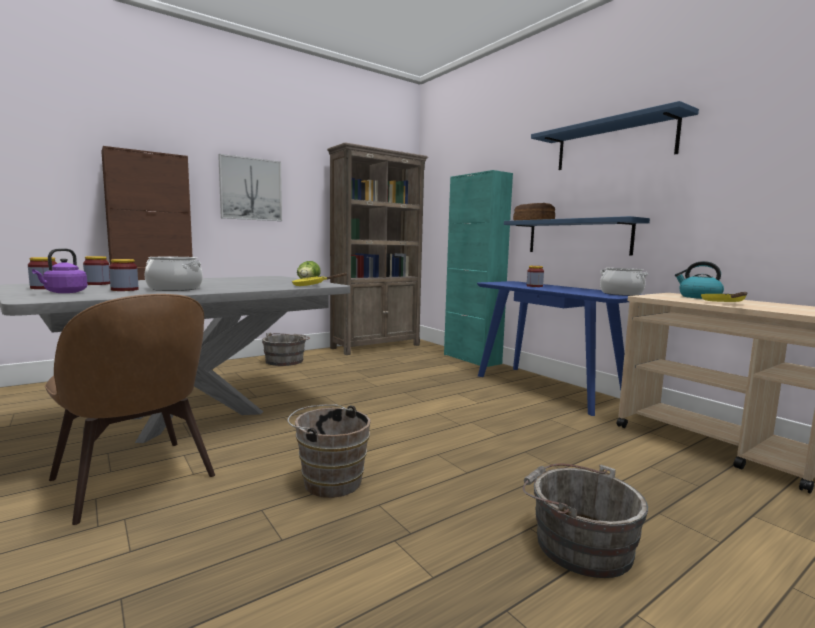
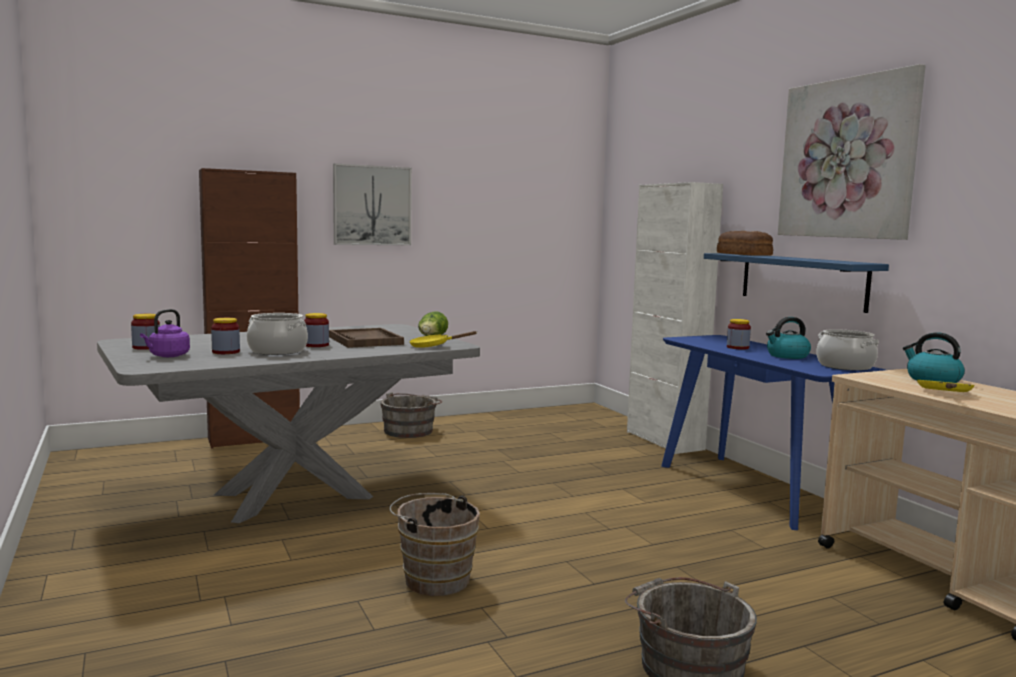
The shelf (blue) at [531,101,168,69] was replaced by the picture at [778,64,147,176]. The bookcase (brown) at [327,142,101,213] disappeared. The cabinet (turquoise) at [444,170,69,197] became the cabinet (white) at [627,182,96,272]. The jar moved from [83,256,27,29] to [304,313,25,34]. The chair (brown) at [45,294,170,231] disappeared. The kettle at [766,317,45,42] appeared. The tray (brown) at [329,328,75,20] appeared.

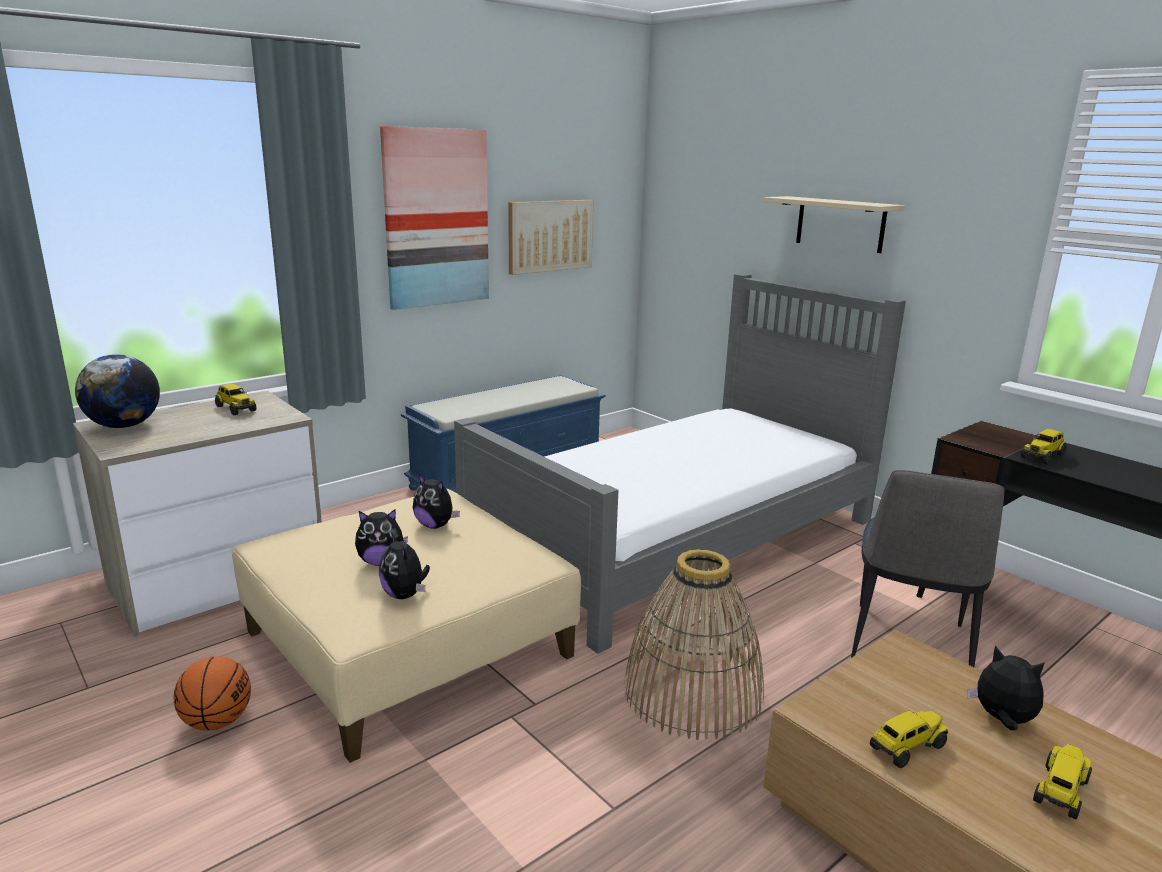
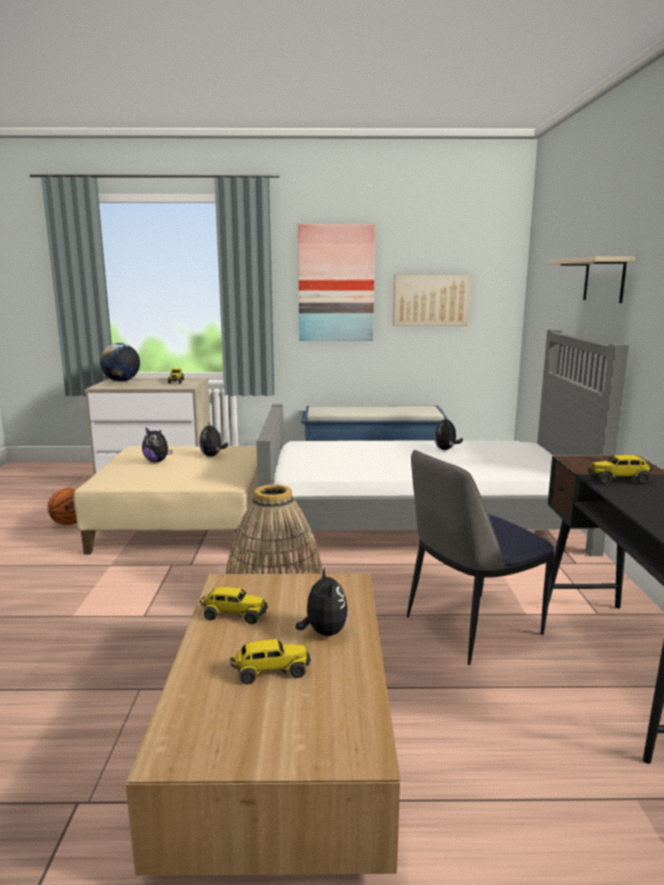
The plush toy moved from [379,532,51,67] to [434,416,29,34].

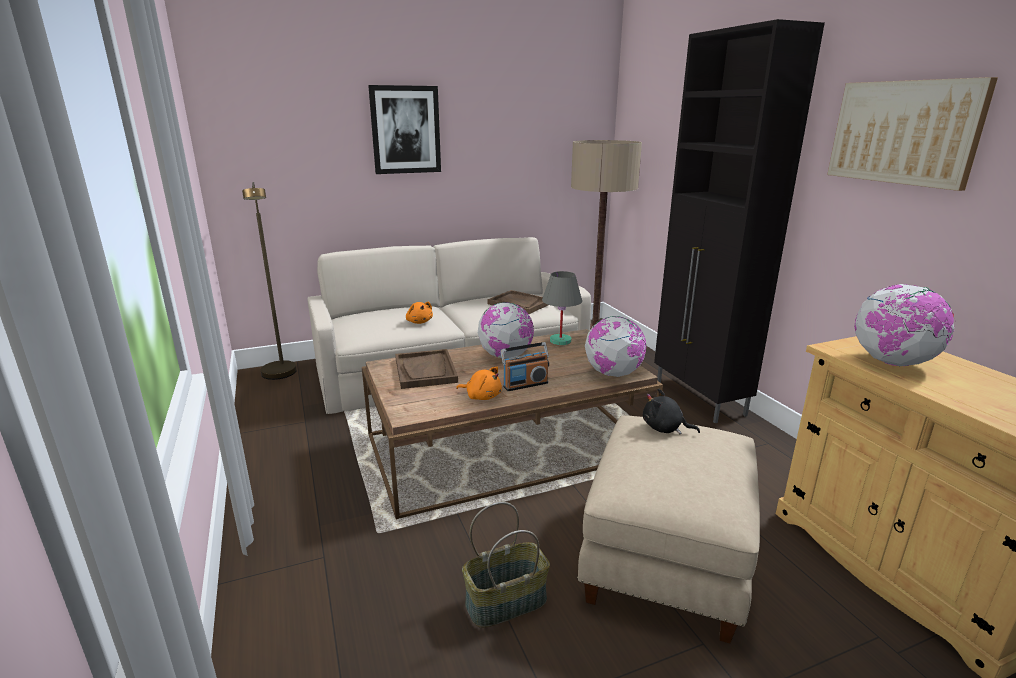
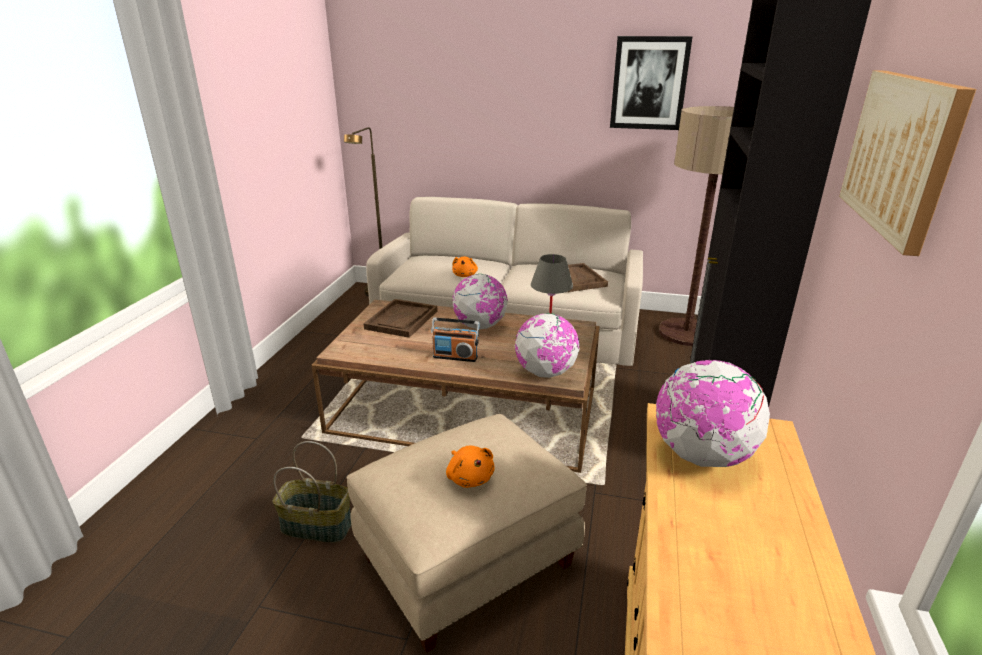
The picture moved from [368,85,73,89] to [610,36,82,94]. The plush toy (orange) moved from [456,367,46,33] to [446,446,49,42]. The plush toy (black) at [643,389,57,45] disappeared.

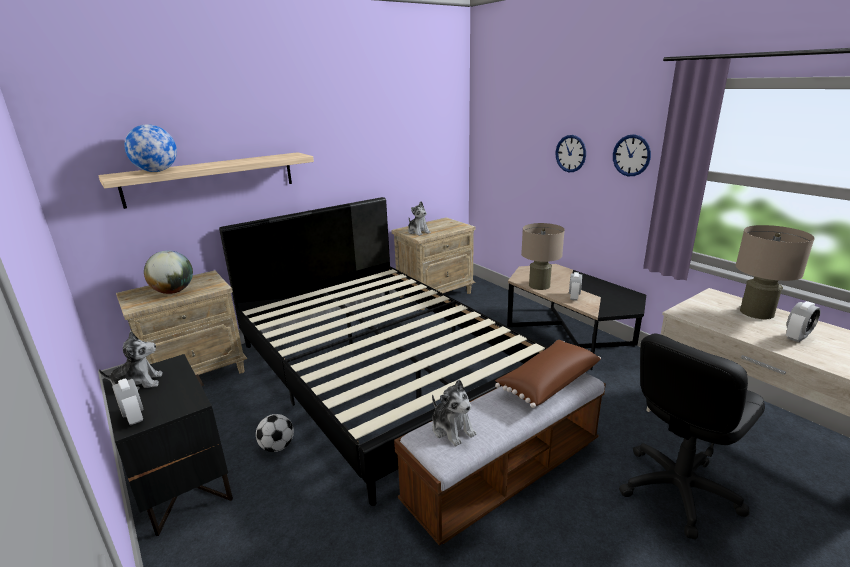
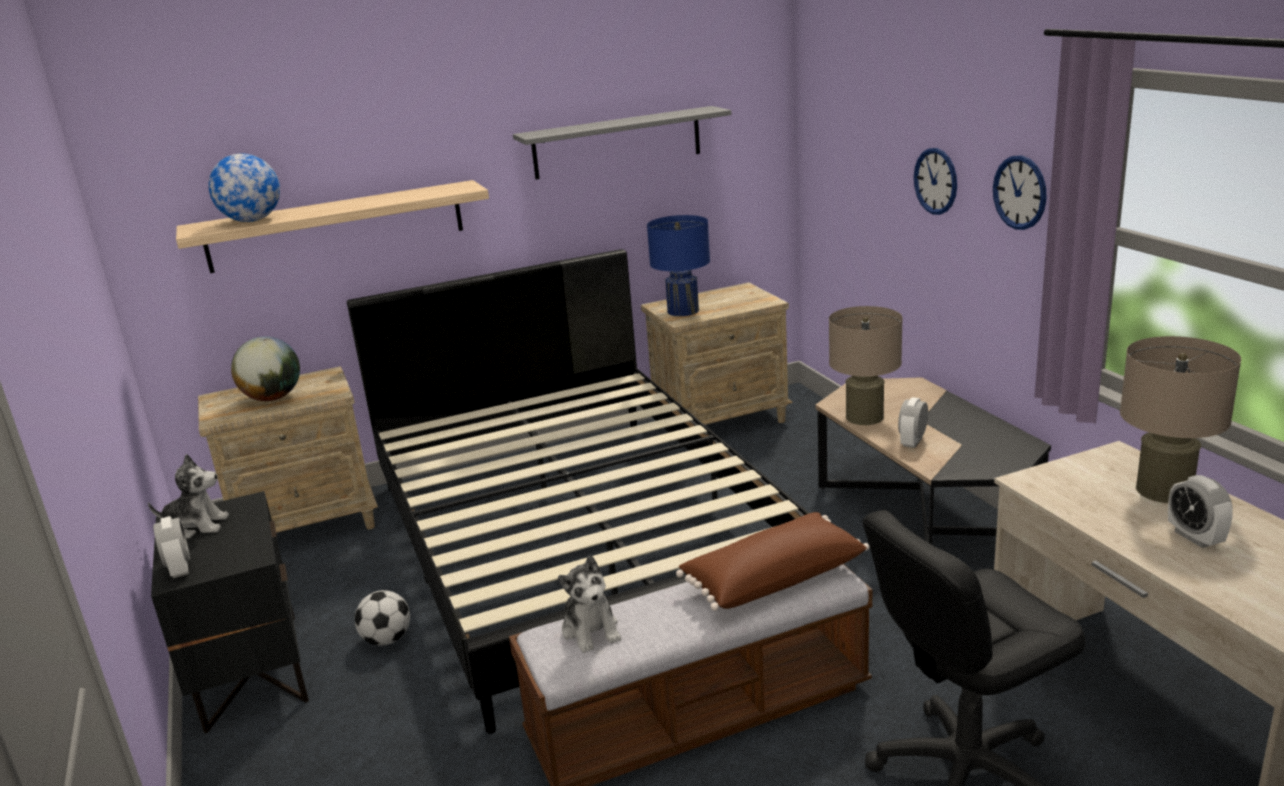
The plush toy at [408,201,23,35] was replaced by the table lamp (blue) at [647,215,63,101]. The alarm clock at [786,301,35,41] turned 90 degrees clockwise. The shelf (grey) at [513,106,219,74] appeared.

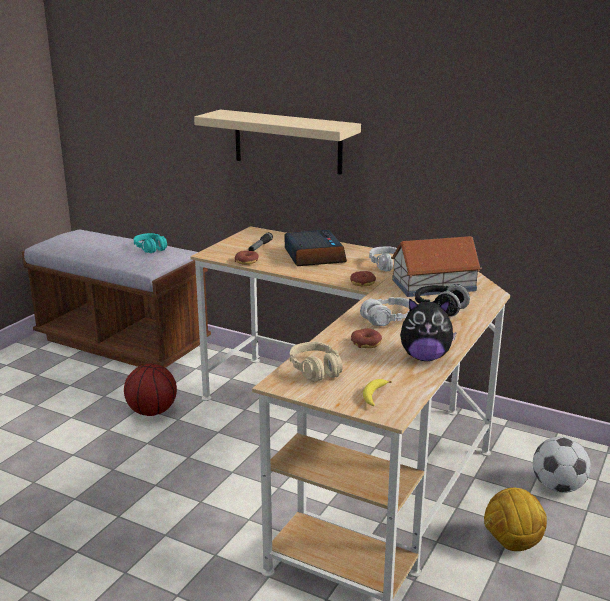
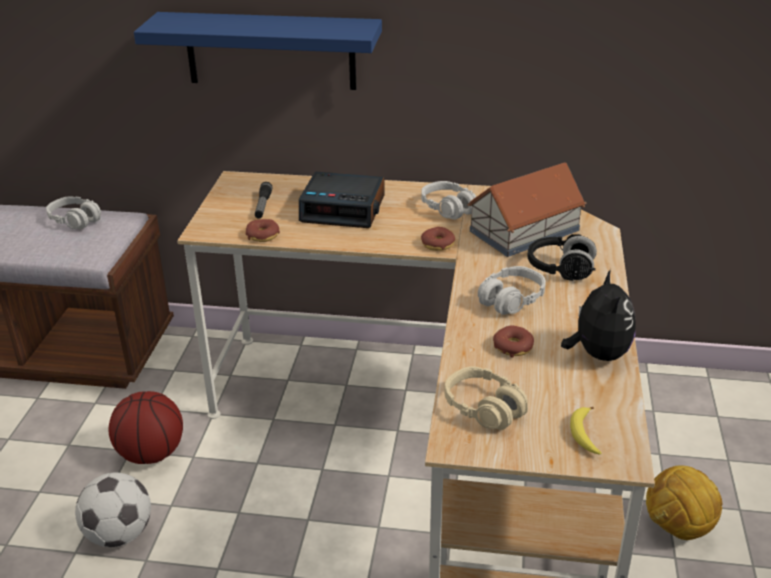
The shelf (beige) at [194,109,167,66] became the shelf (blue) at [134,12,248,78]. The alarm clock at [285,230,62,36] turned 135 degrees clockwise. The headphones (turquoise) at [134,233,33,20] became the headphones (grey) at [46,196,55,33]. The plush toy at [400,298,57,63] turned 75 degrees counterclockwise. The football moved from [533,437,58,56] to [75,472,76,75].

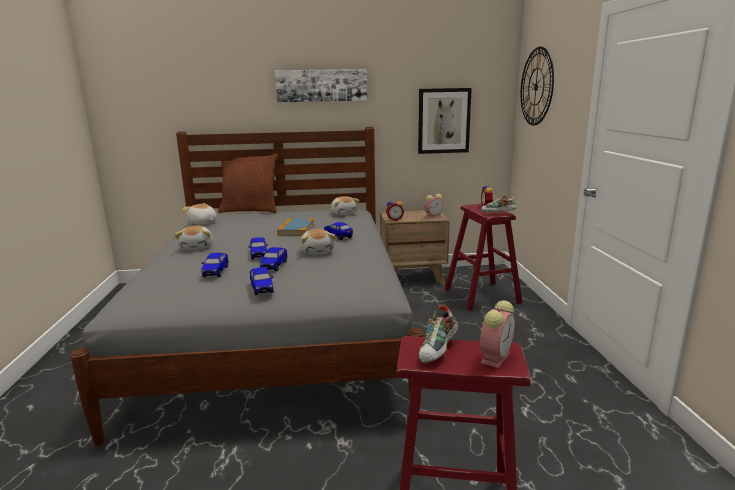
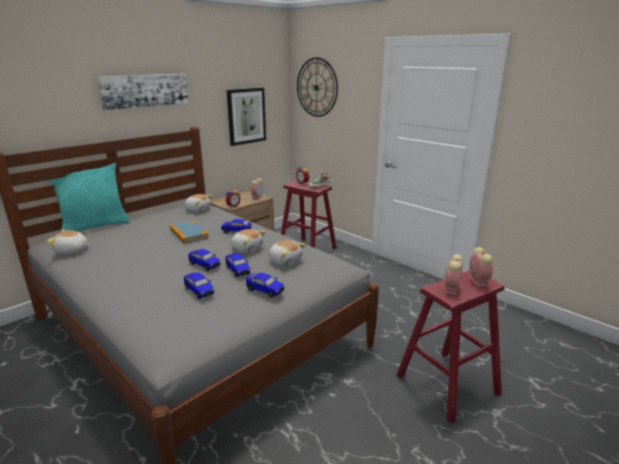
The pillow (brown) at [218,154,60,59] became the pillow (turquoise) at [49,163,81,69]. The plush toy moved from [175,225,38,25] to [269,240,37,26]. The shoe at [419,305,39,58] was replaced by the alarm clock at [444,254,19,41].

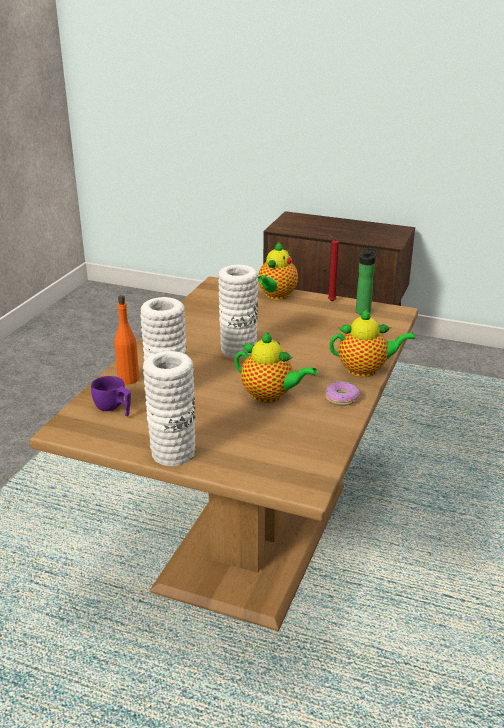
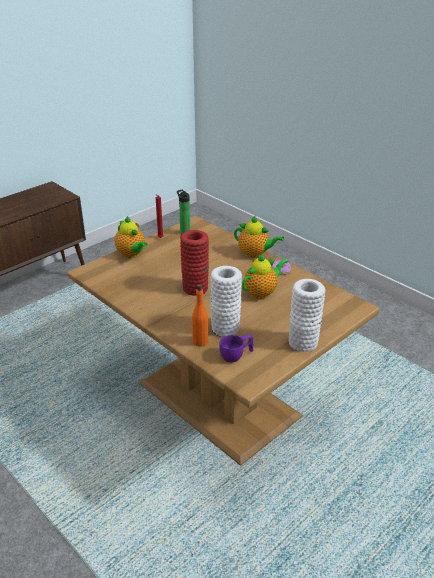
The vase (white) at [218,265,40,93] became the vase (red) at [180,230,29,66]. The teapot at [329,309,86,68] turned 90 degrees clockwise.

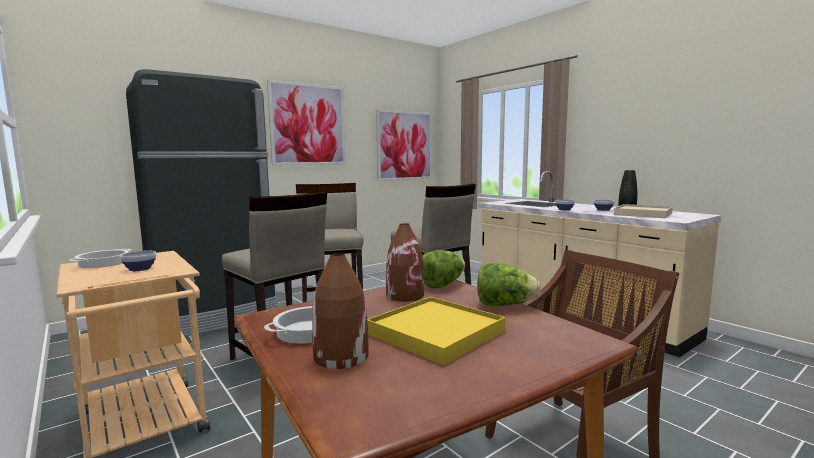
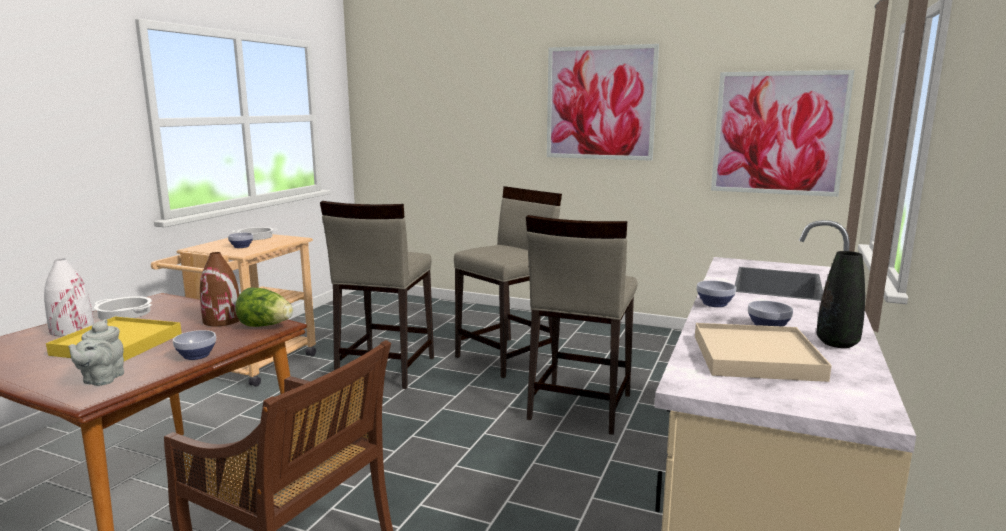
The fridge (black) at [126,69,152,268] disappeared. The vase (brown) at [312,253,57,116] became the vase (white) at [44,259,50,77]. The lettuce at [477,263,64,43] was replaced by the bowl at [173,330,43,30]. The teapot (grey) at [68,319,56,67] appeared.

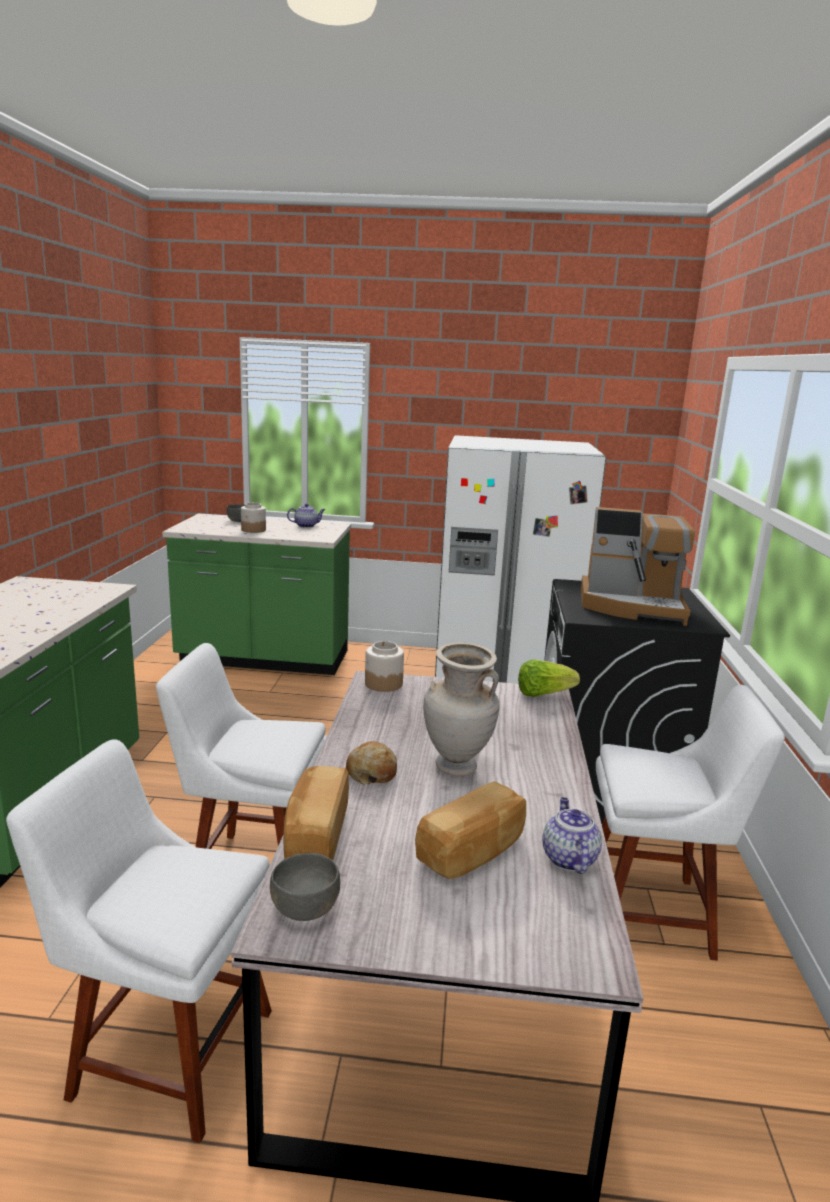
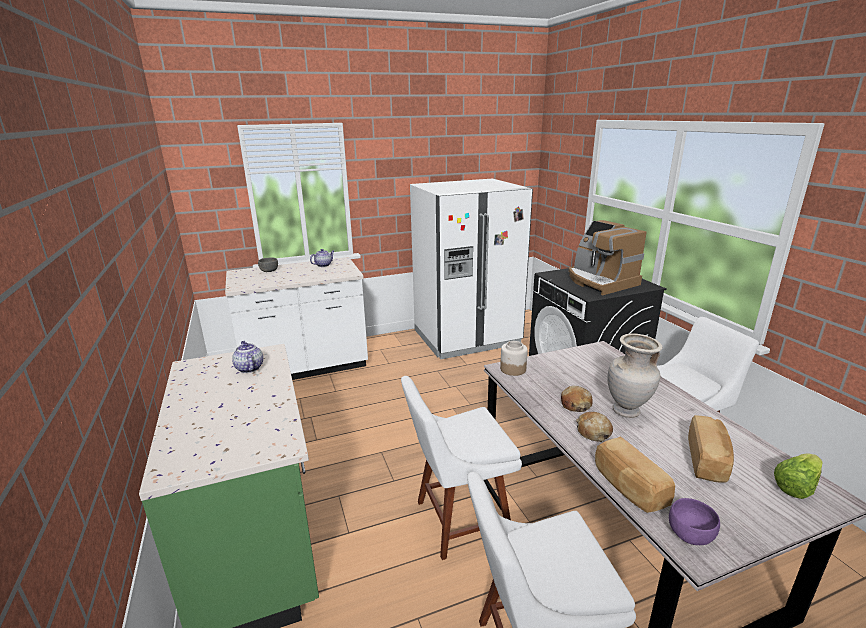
The jar at [241,503,25,30] disappeared. The coffee machine at [580,507,115,119] turned 75 degrees clockwise. The counter (green) at [162,513,189,162] became the counter (white) at [225,257,143,123]. The lettuce moved from [518,659,62,38] to [774,453,48,46]. The teapot moved from [542,797,60,77] to [232,341,31,32]. The bowl (grey) at [270,853,70,68] became the bowl (purple) at [669,498,51,47]. The bread at [561,386,32,26] appeared.

